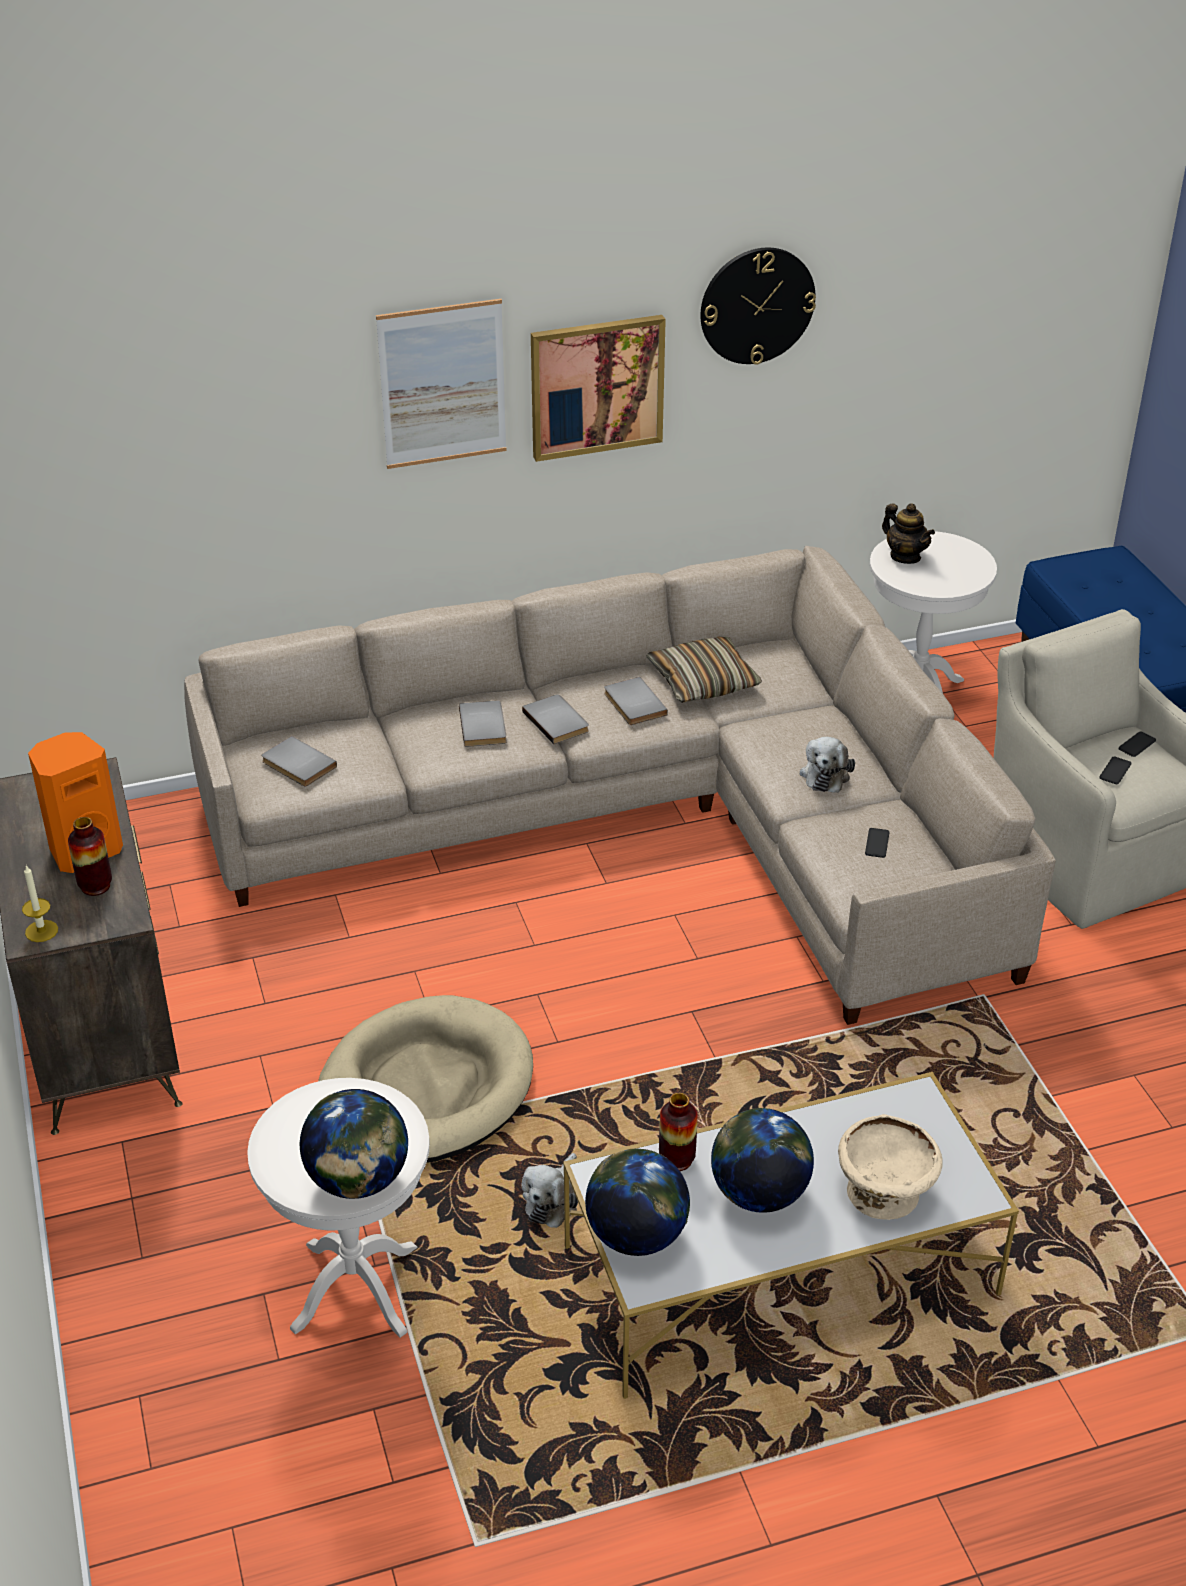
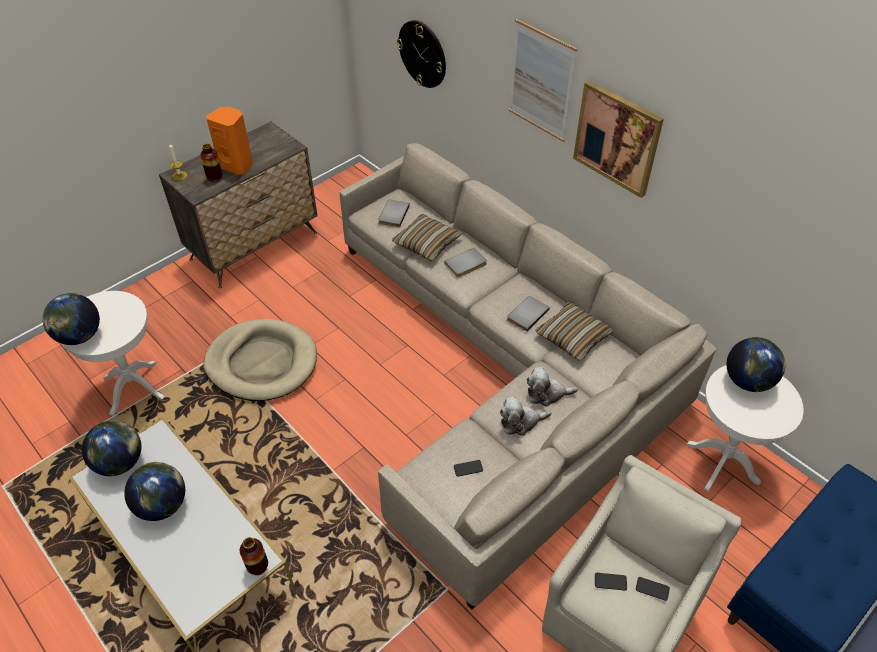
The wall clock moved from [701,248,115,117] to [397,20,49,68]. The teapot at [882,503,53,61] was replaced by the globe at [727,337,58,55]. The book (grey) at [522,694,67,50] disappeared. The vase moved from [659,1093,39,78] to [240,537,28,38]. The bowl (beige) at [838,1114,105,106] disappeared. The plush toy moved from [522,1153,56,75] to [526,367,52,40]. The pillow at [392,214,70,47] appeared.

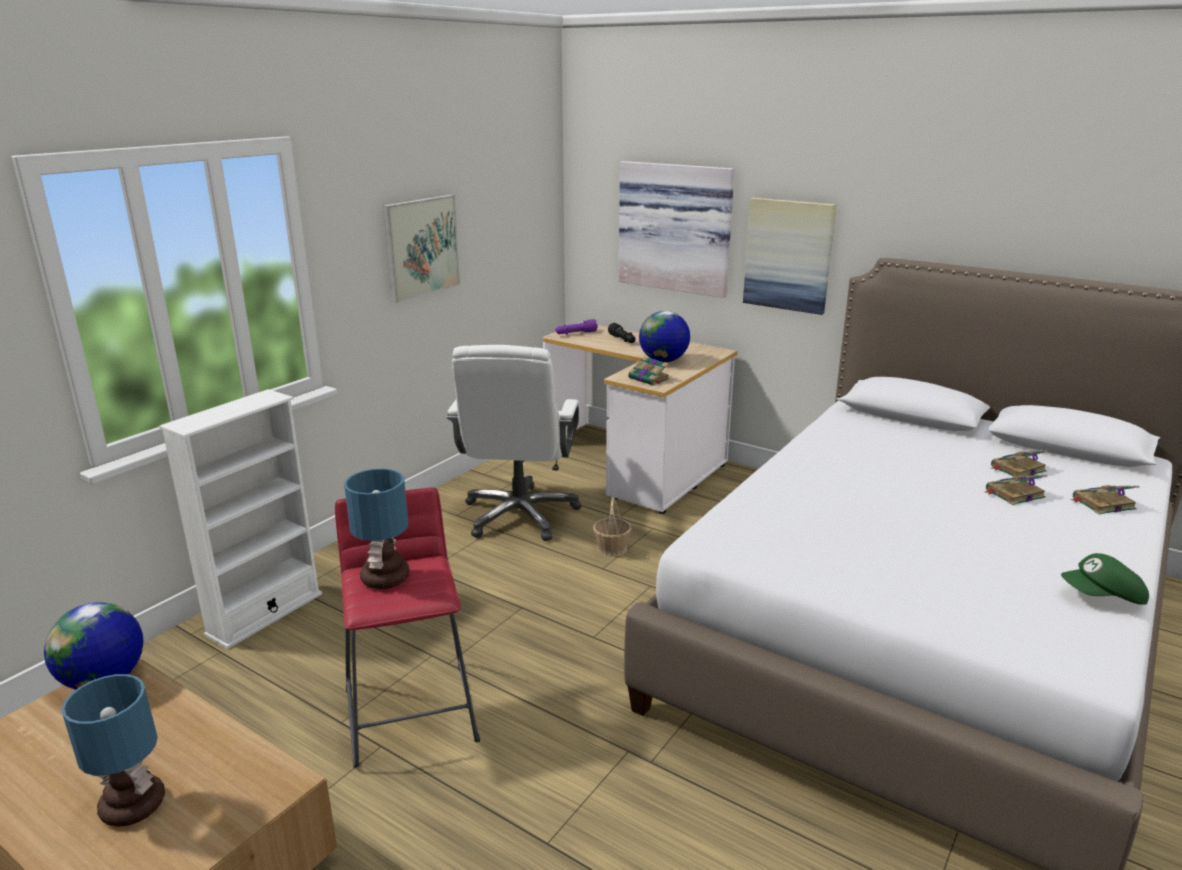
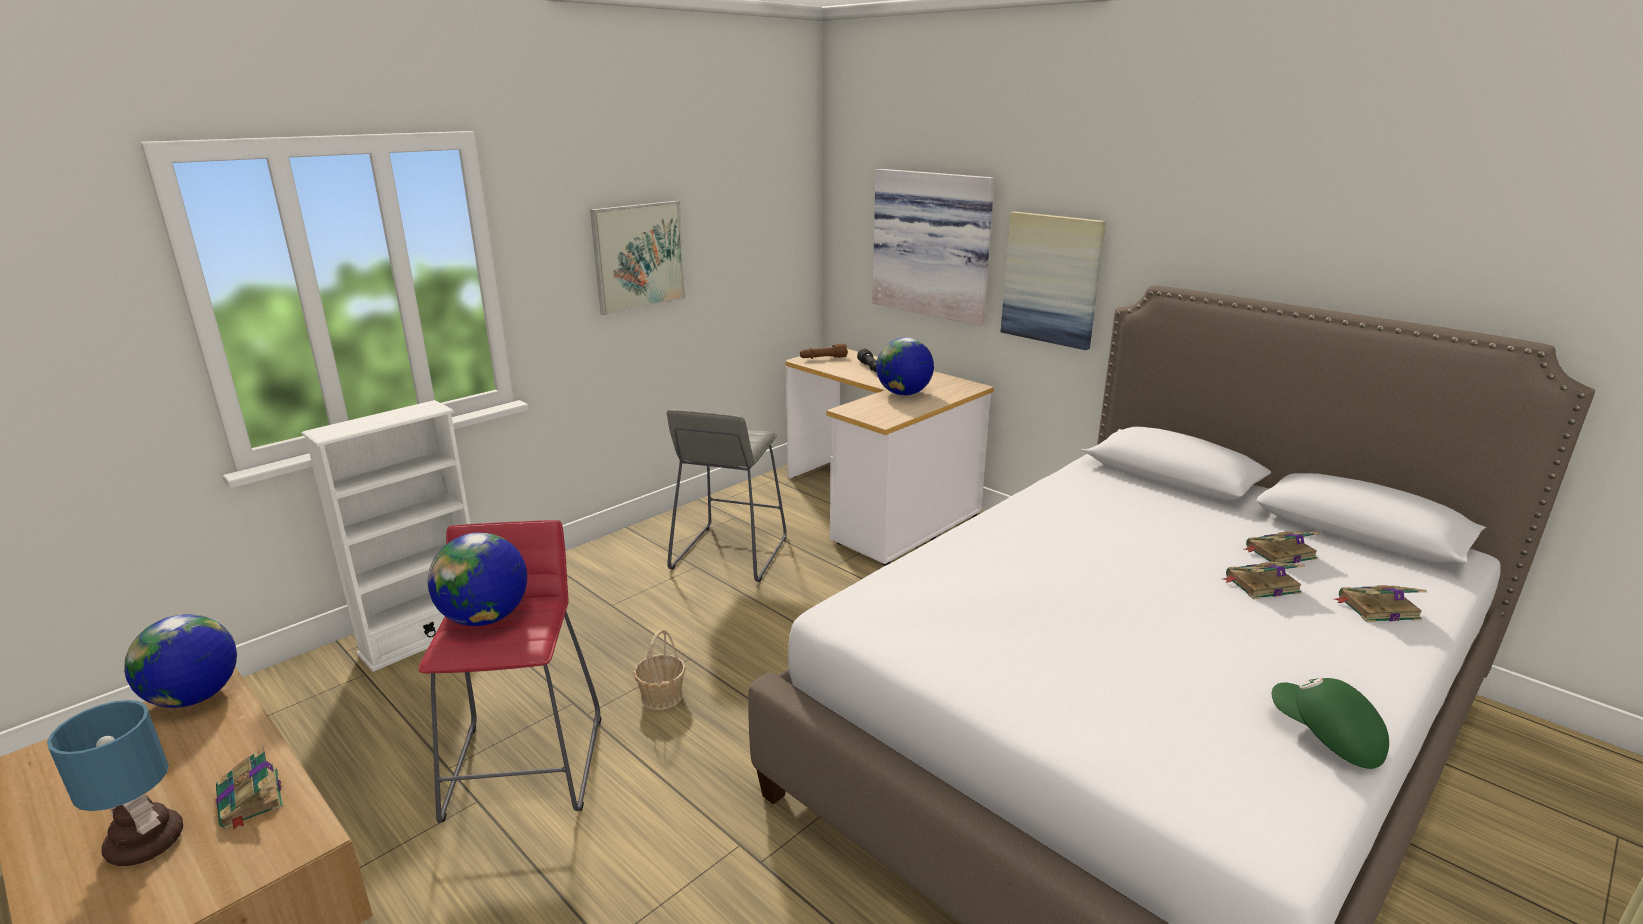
The flashlight (purple) at [556,319,42,15] became the flashlight (brown) at [800,344,48,15]. The office chair (white) at [446,345,135,196] was replaced by the stool (grey) at [667,409,119,173]. The book moved from [628,356,42,29] to [216,746,67,84]. The table lamp at [344,468,66,121] was replaced by the globe at [428,533,99,93]. The basket moved from [593,497,39,60] to [633,629,53,81]. The cap (green) at [1061,553,88,52] turned 45 degrees clockwise.

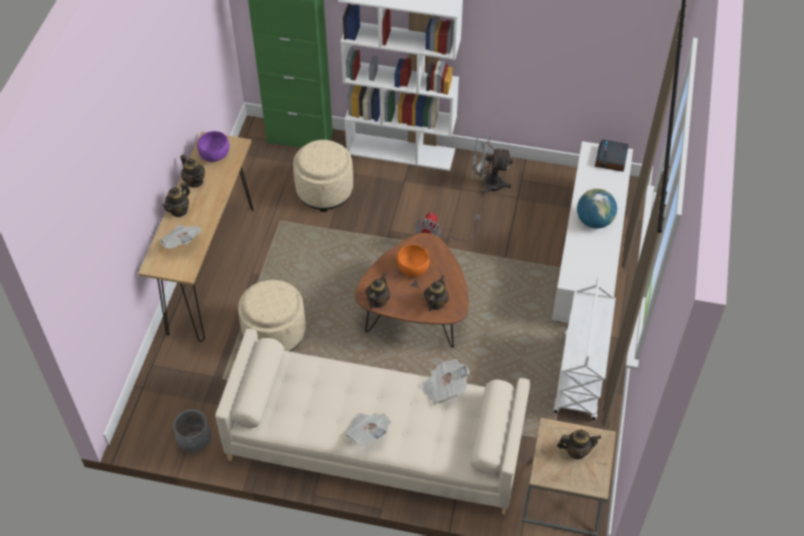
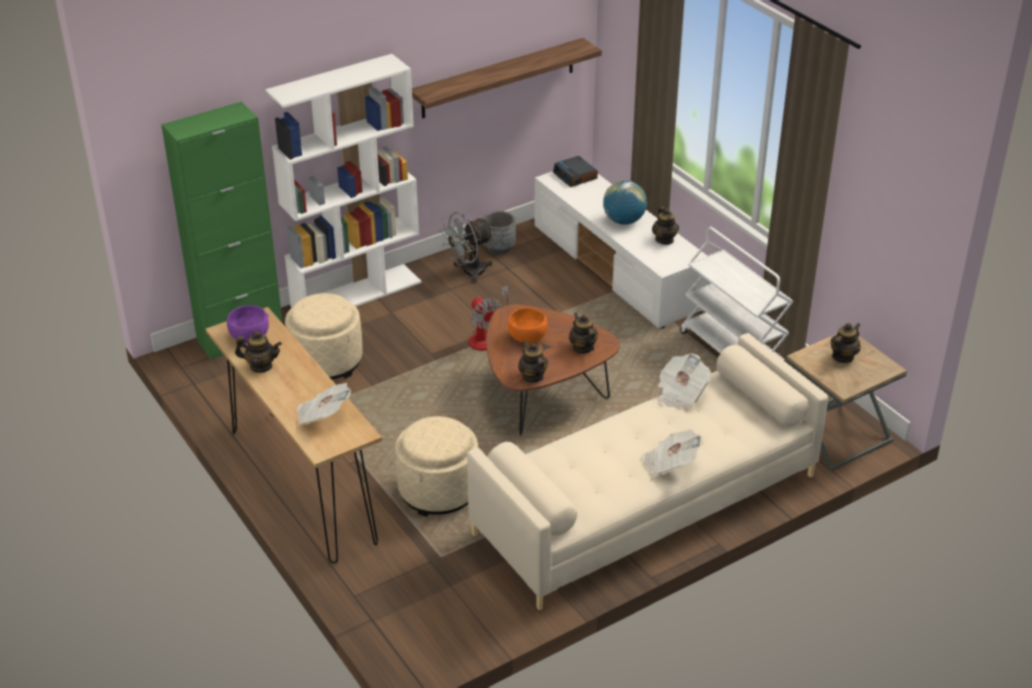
The teapot moved from [162,182,28,35] to [652,206,27,39]. The planter (grey) moved from [173,409,38,43] to [483,211,33,44]. The shelf at [412,38,190,80] appeared.

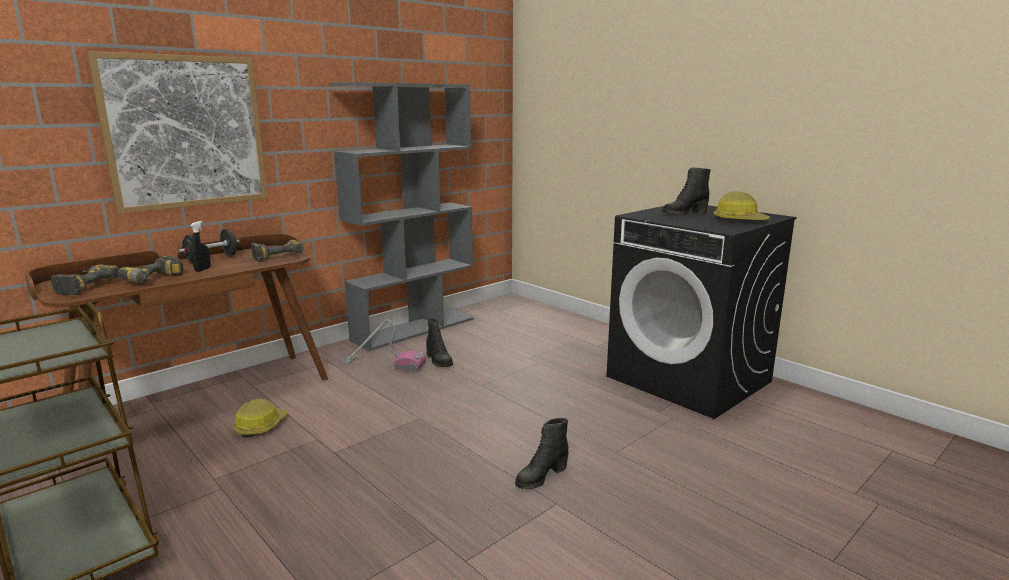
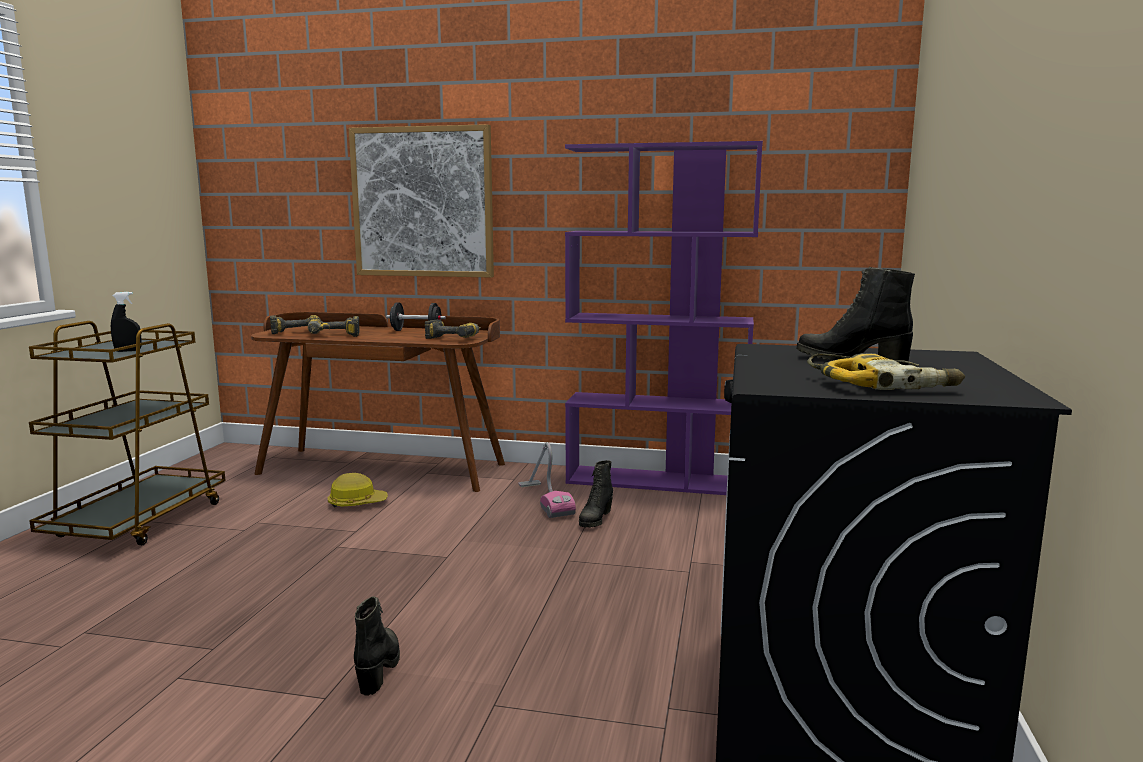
The bookcase (grey) at [329,82,145,269] became the bookcase (purple) at [565,141,198,354]. The hard hat at [713,191,57,29] was replaced by the power drill at [807,353,158,37]. The spray bottle (black) moved from [190,221,21,51] to [111,292,31,60]. The boot (black) at [515,418,54,71] turned 75 degrees clockwise.

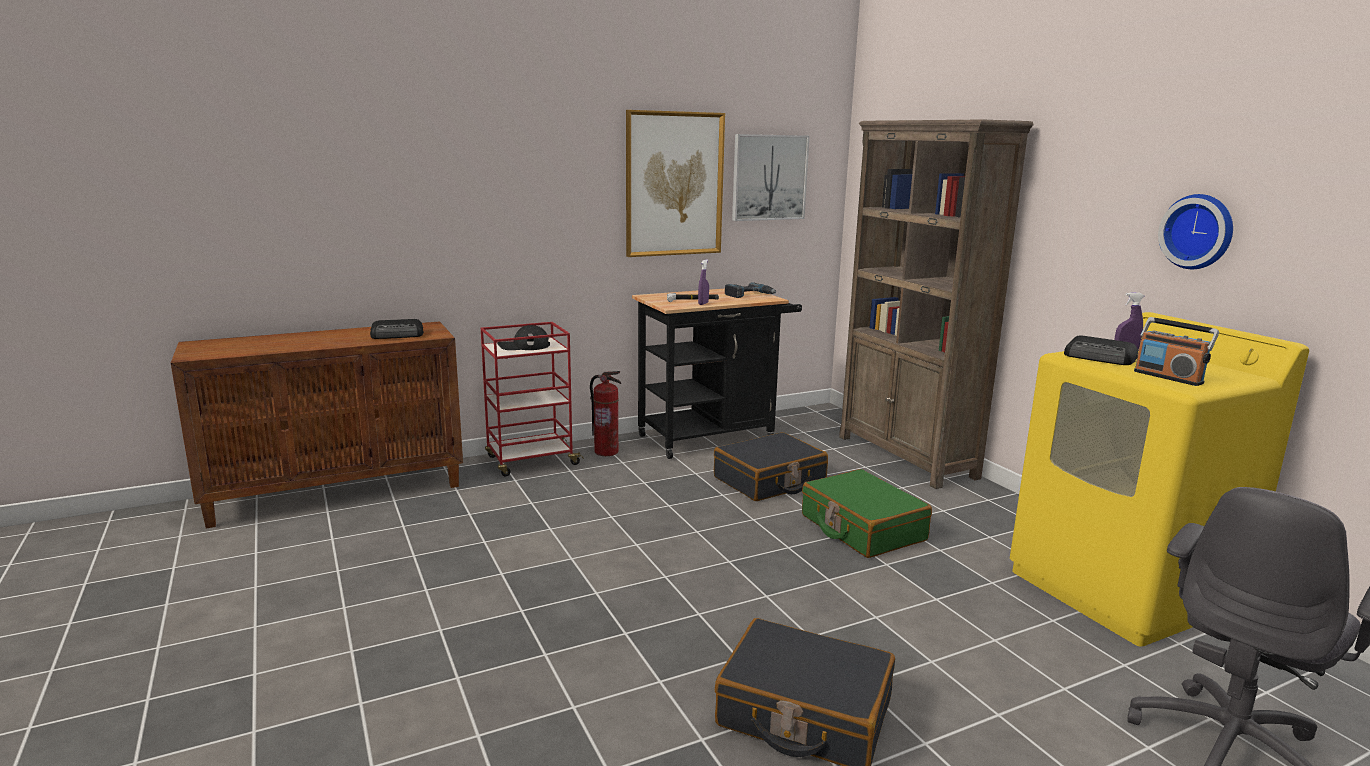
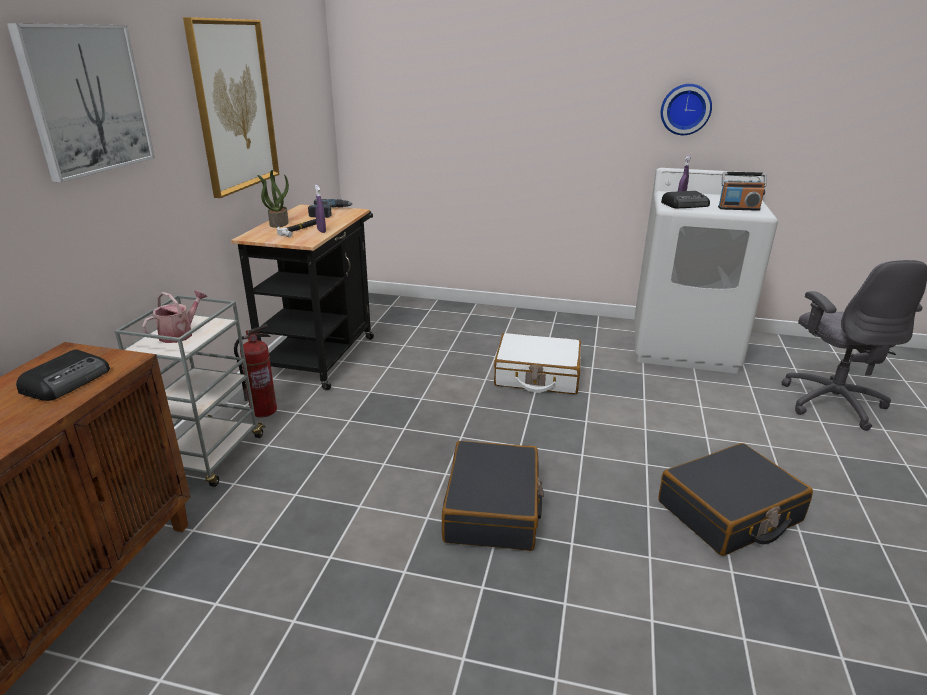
The bookcase (brown) at [839,119,195,370] disappeared. The picture moved from [732,134,78,87] to [7,23,148,160]. The washing machine (yellow) at [1010,312,299,335] became the washing machine (white) at [635,168,143,205]. The cart (red) at [481,322,103,154] became the cart (grey) at [115,295,151,192]. The cap (black) at [497,325,53,25] was replaced by the watering can at [142,290,66,53]. The suitcase (black) moved from [714,432,114,69] to [442,441,102,110]. The suitcase (green) at [802,469,130,89] became the suitcase (white) at [494,333,87,61]. The potted plant at [257,170,32,58] appeared.

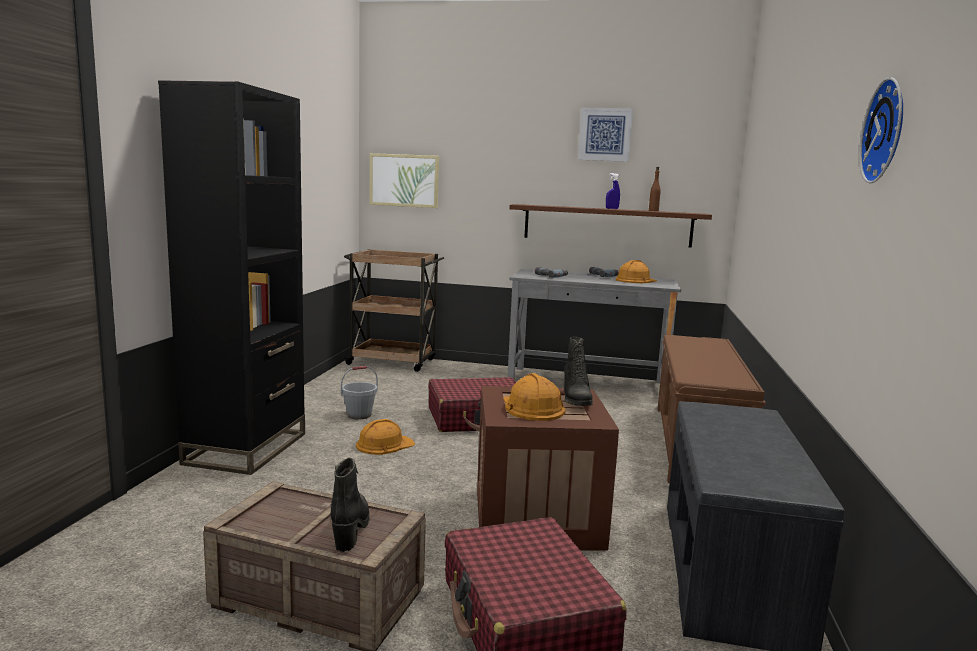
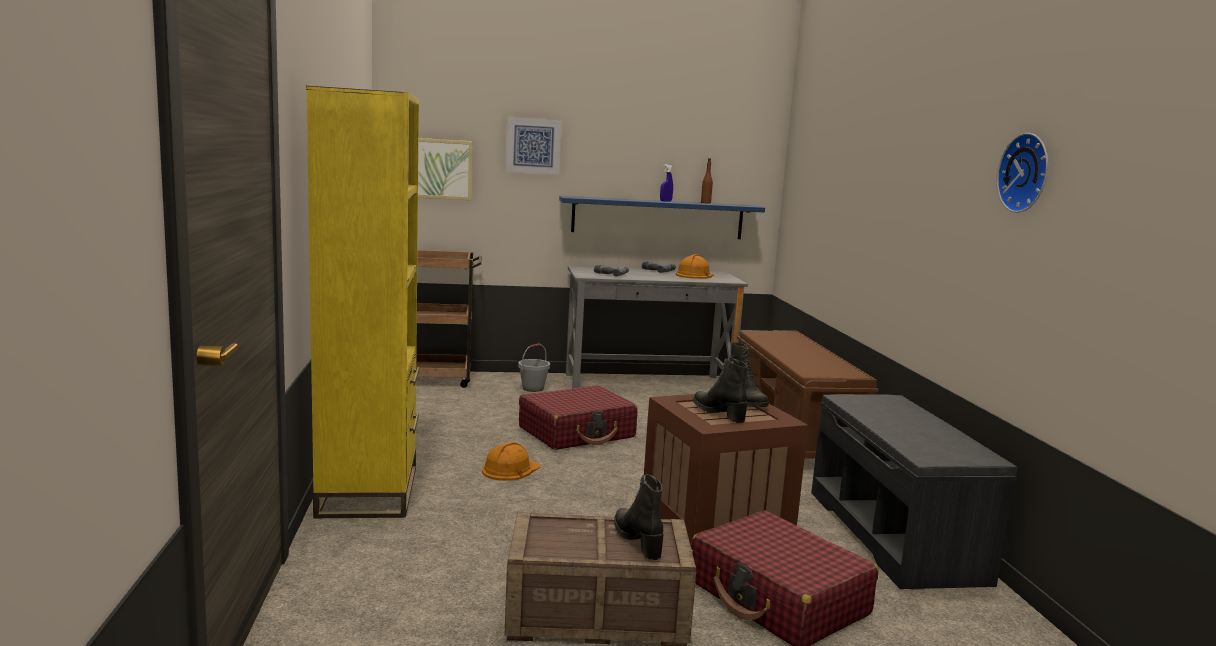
The bookcase (black) at [158,80,147,395] became the bookcase (yellow) at [306,86,113,432]. The picture moved from [578,107,55,55] to [505,117,57,58]. The shelf (brown) at [509,204,203,44] became the shelf (blue) at [559,196,206,43]. The bucket (grey) moved from [341,366,37,54] to [518,343,32,49]. The hard hat (orange) at [503,373,63,48] was replaced by the boot (black) at [693,358,55,65].

